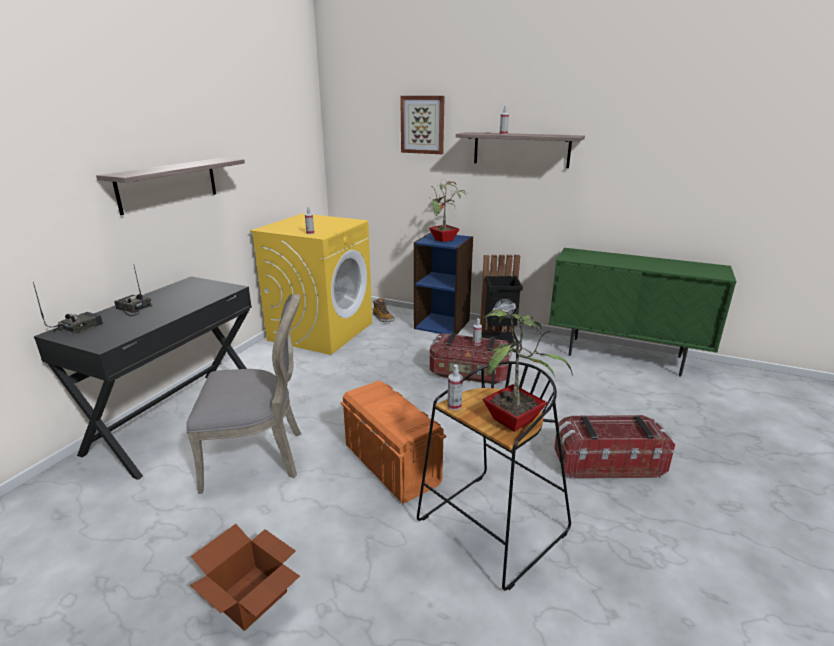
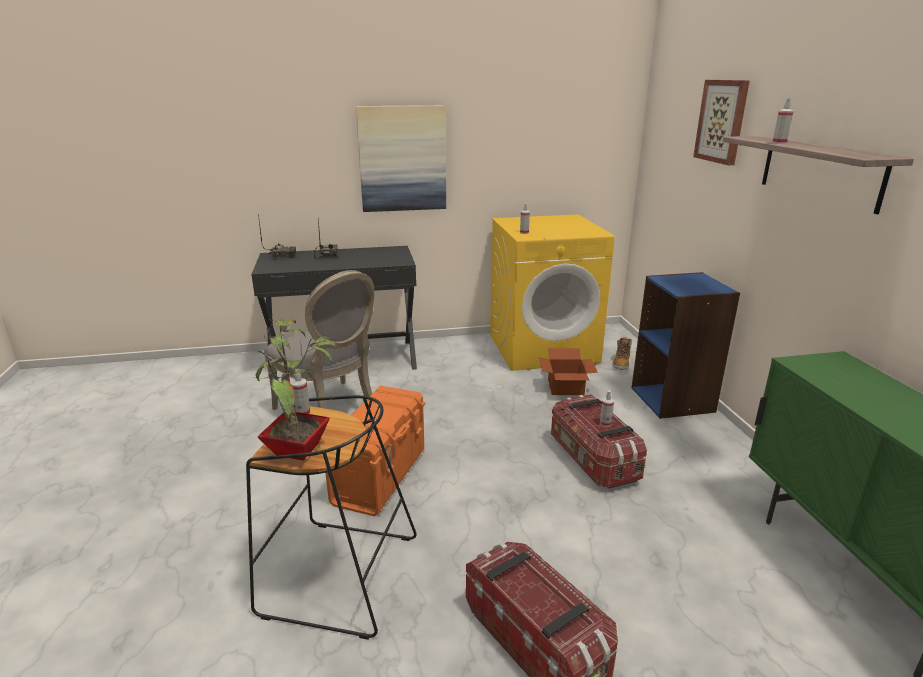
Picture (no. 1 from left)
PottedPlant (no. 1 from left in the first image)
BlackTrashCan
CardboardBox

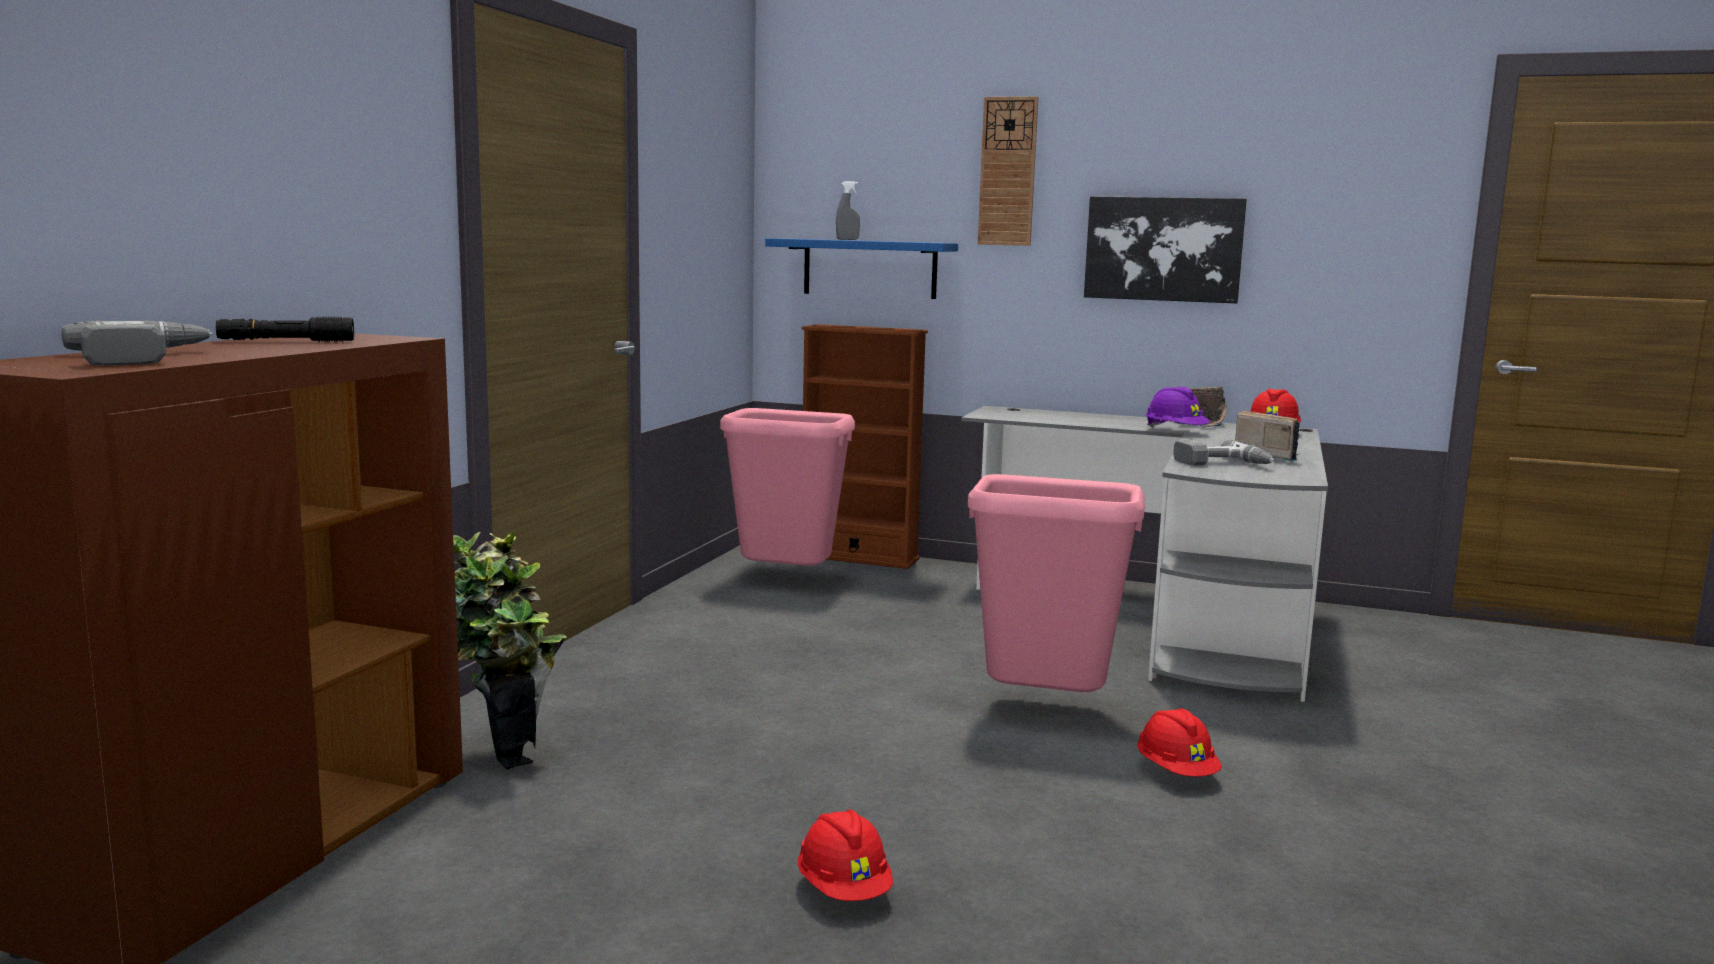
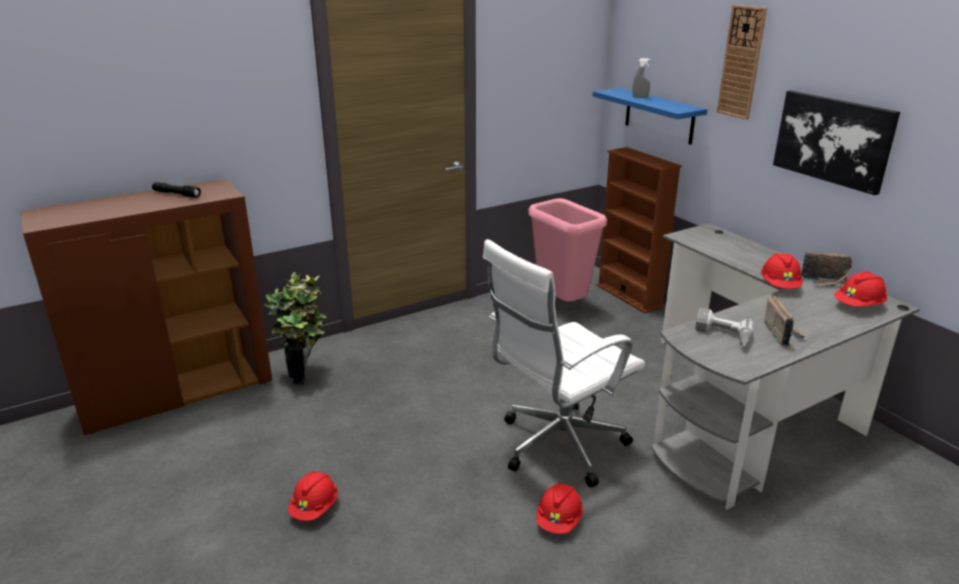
PowerDrill (no. 1 from left in the first image)
RedHardHat (no. 3 from left)
WhiteOfficeChair

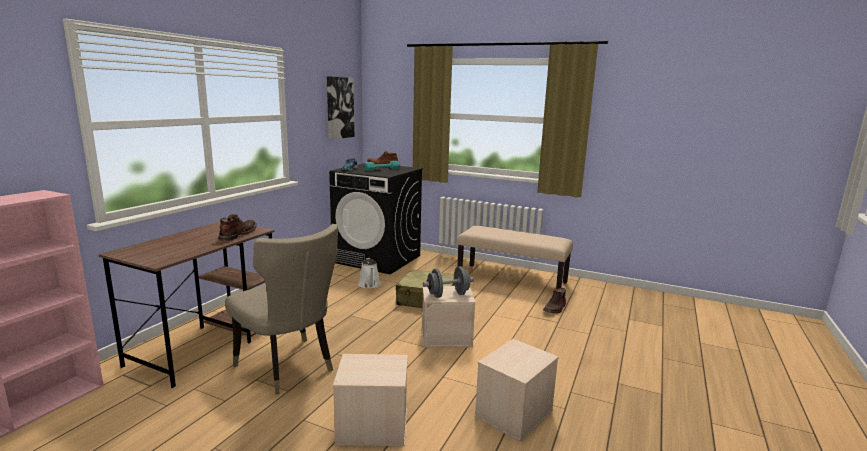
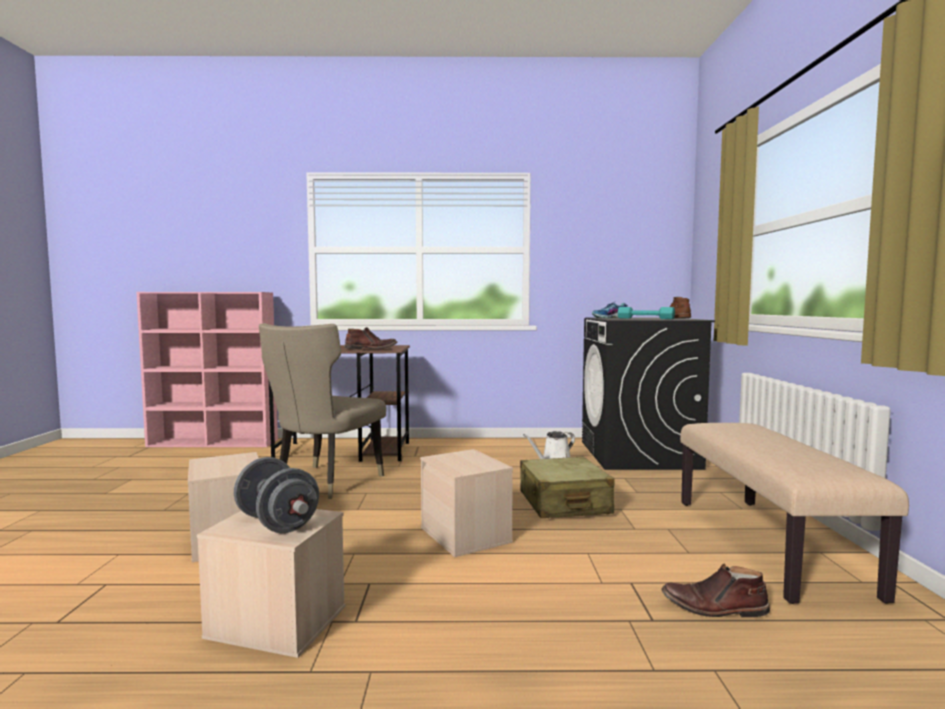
Picture
GreyDumbbell

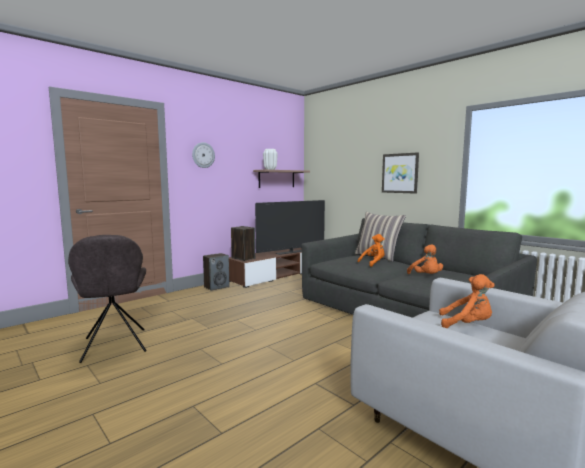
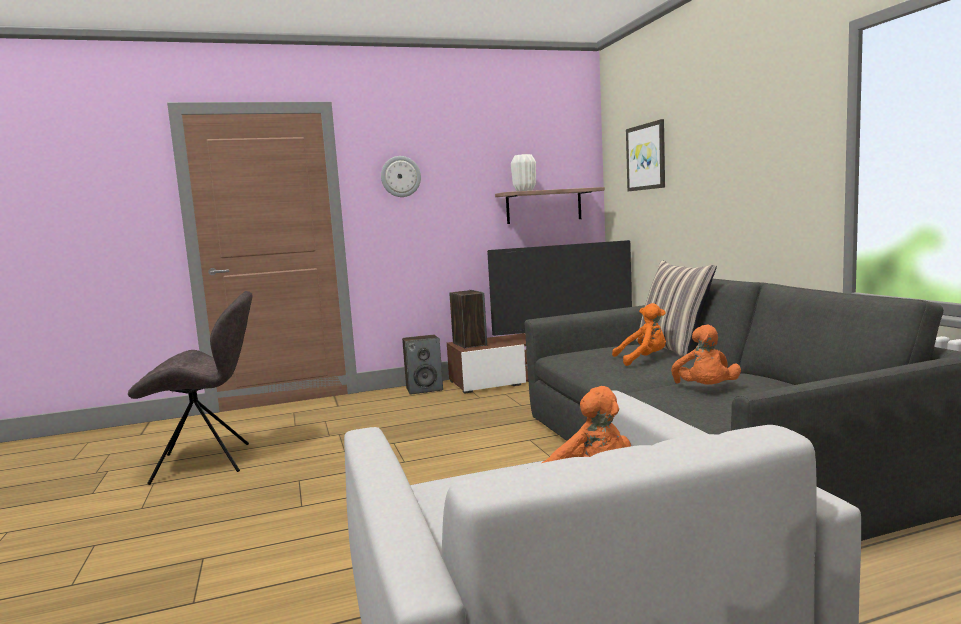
Picture
GreyChair

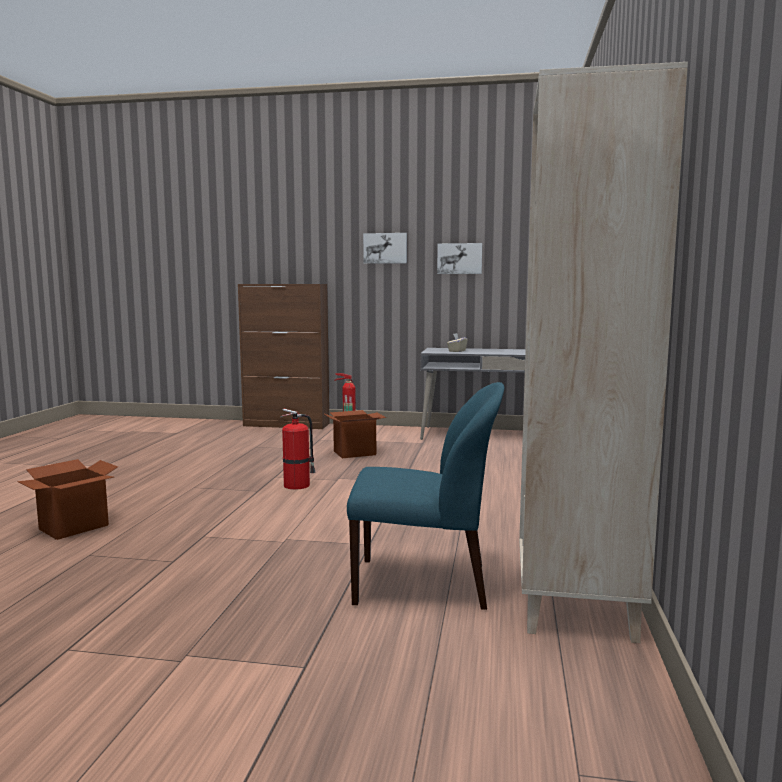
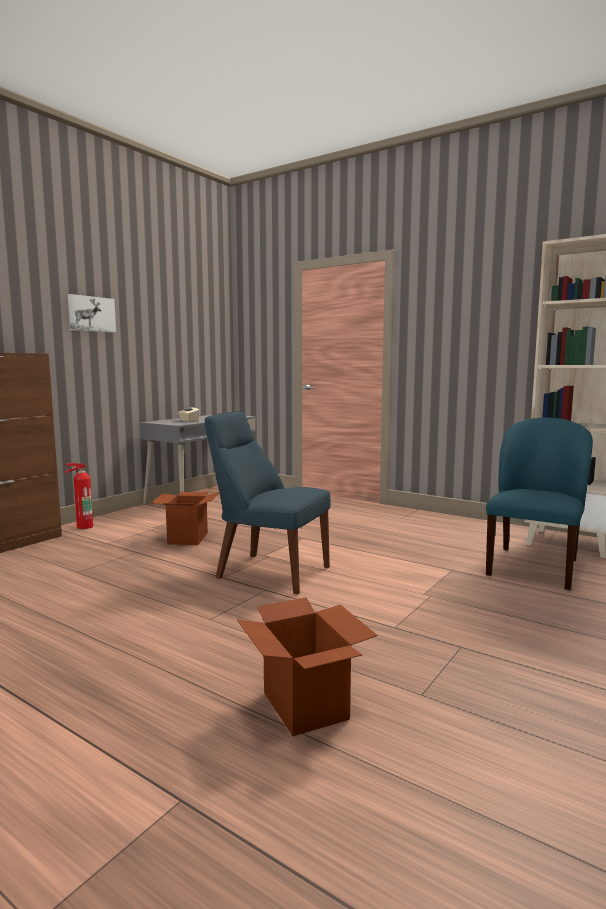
Picture (no. 2 from left in the first image)
BlueChair (no. 1 from left)

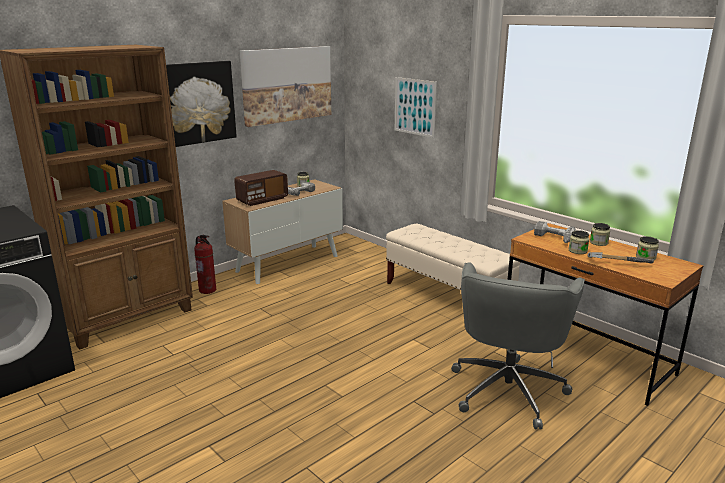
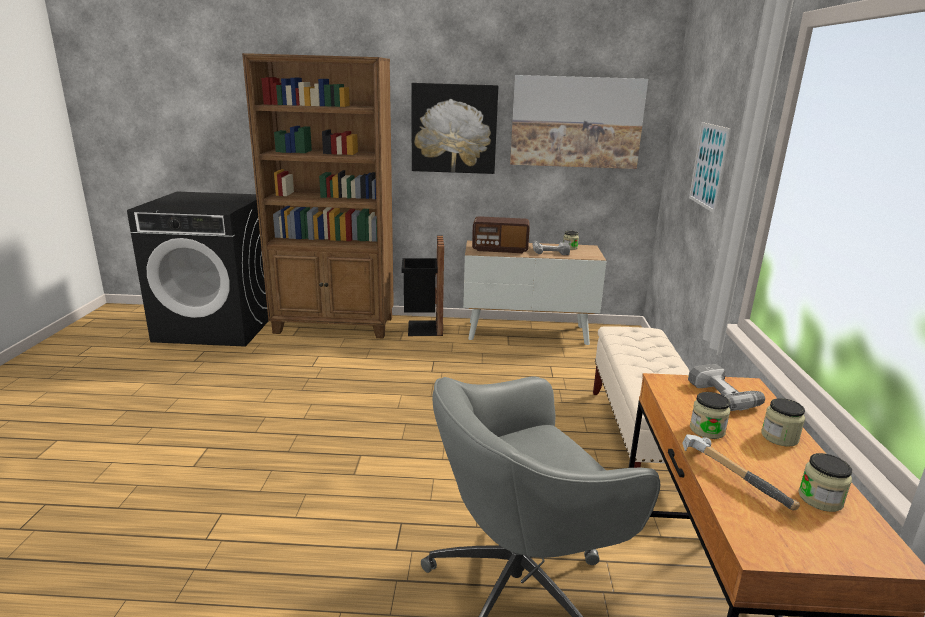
BlackTrashCan

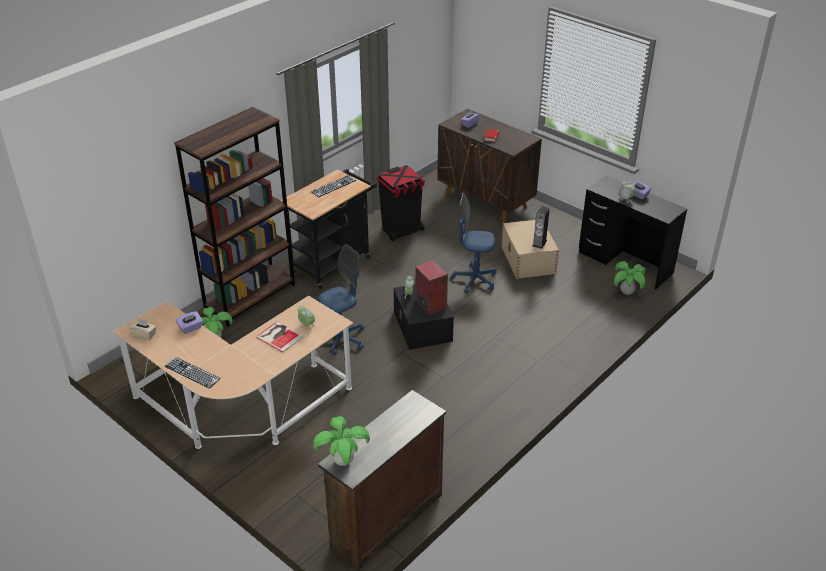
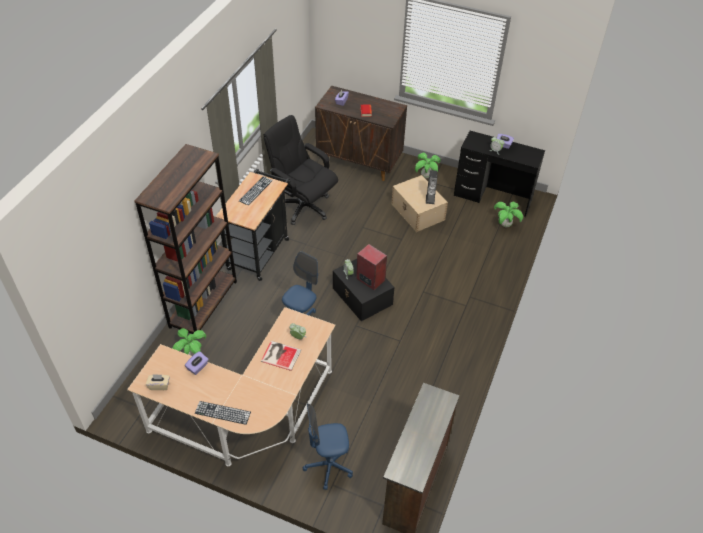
BlackOfficeChair
BlueOfficeChair (no. 2 from left)
PottedPlant (no. 2 from left)

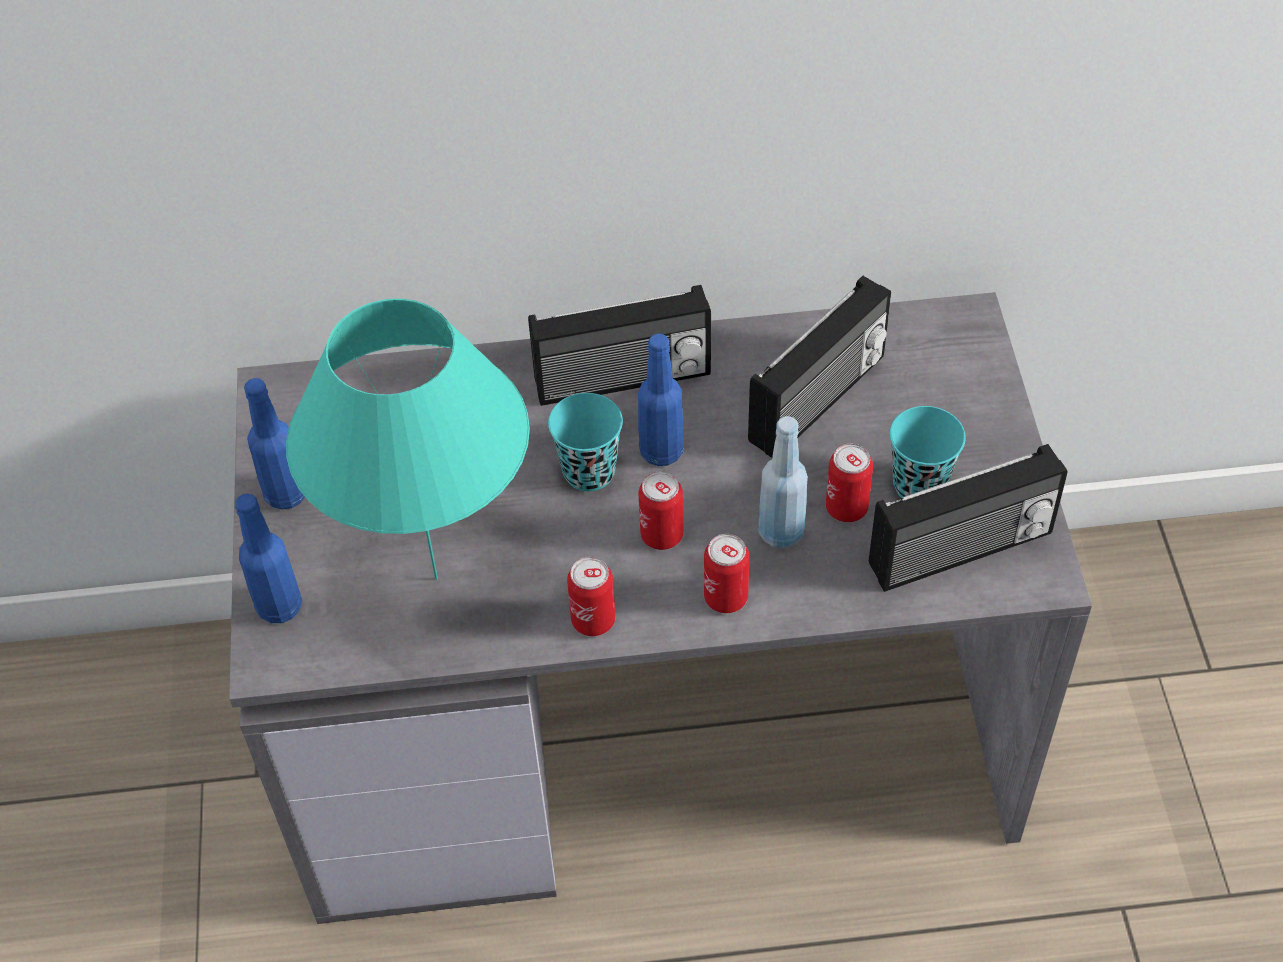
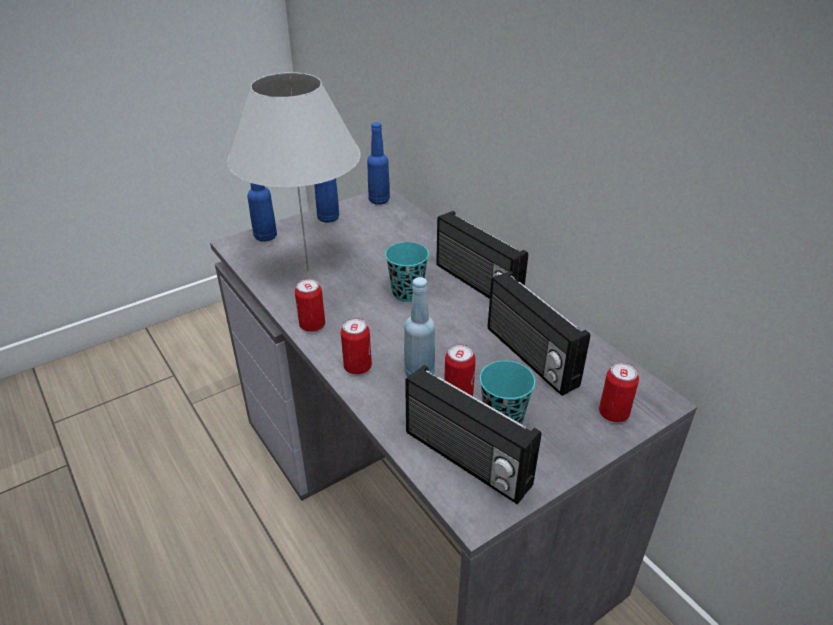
Radio (no. 3 from left)
WhiteTableLamp
BlueBottle (no. 3 from left)
Can (no. 4 from left)

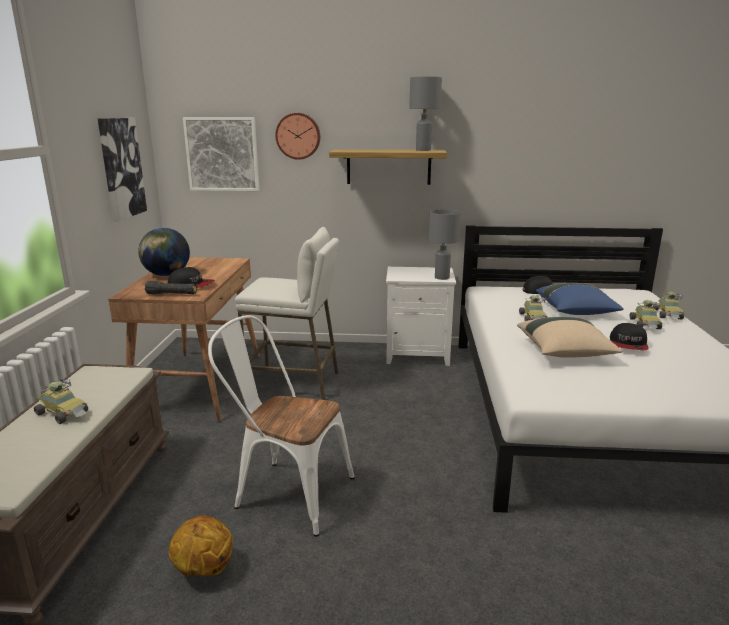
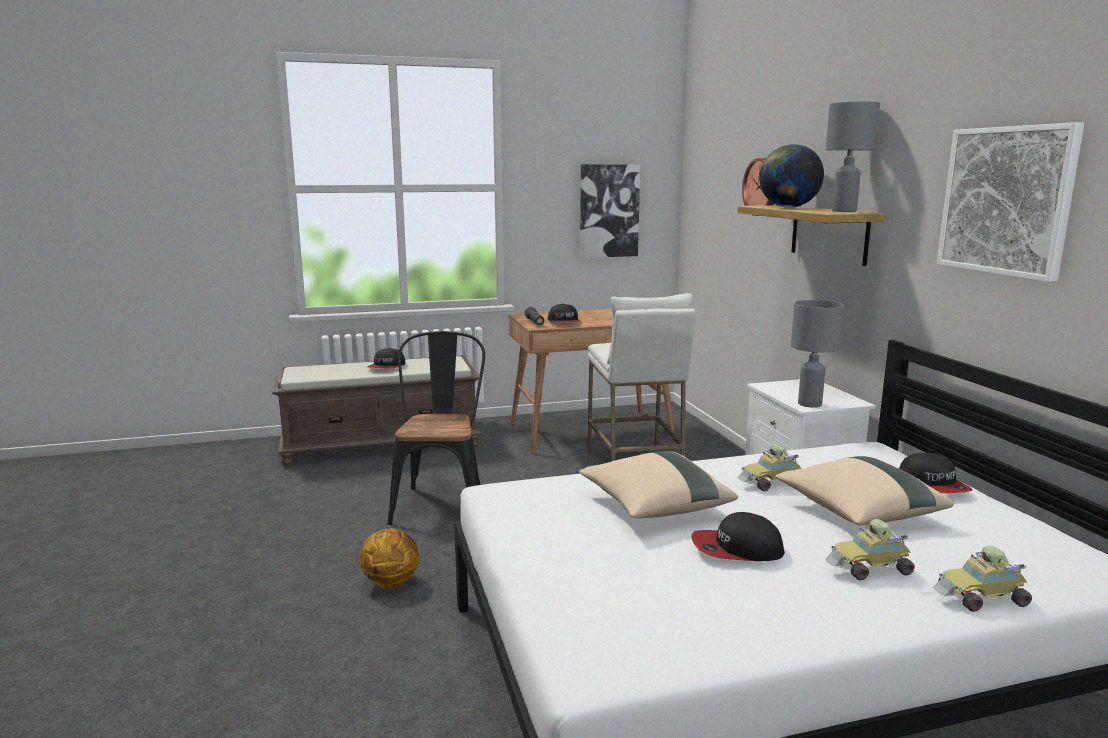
Picture (no. 2 from left)
Globe
BeigePillow (no. 2 from left)
BlackChair
Cap (no. 1 from left)
Basketball

